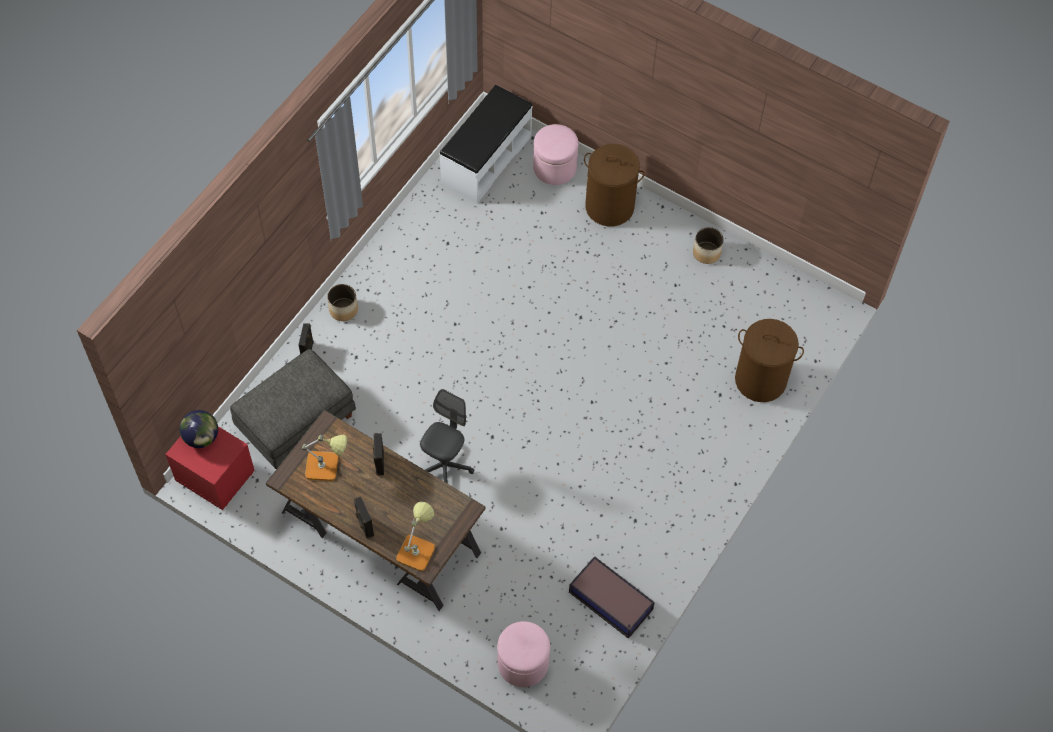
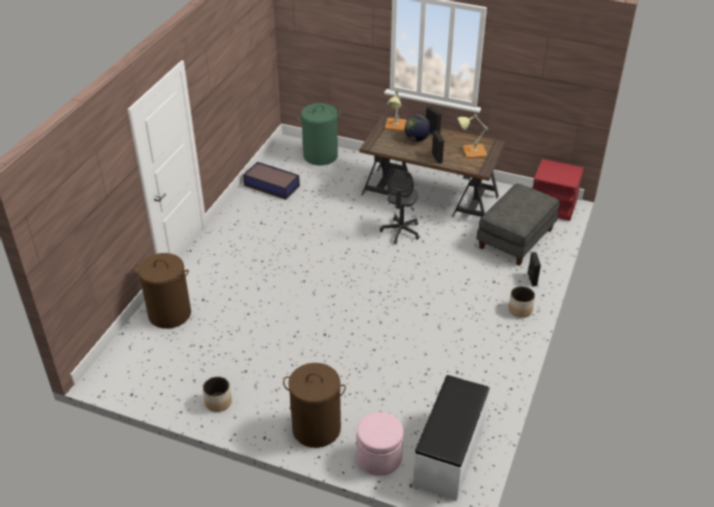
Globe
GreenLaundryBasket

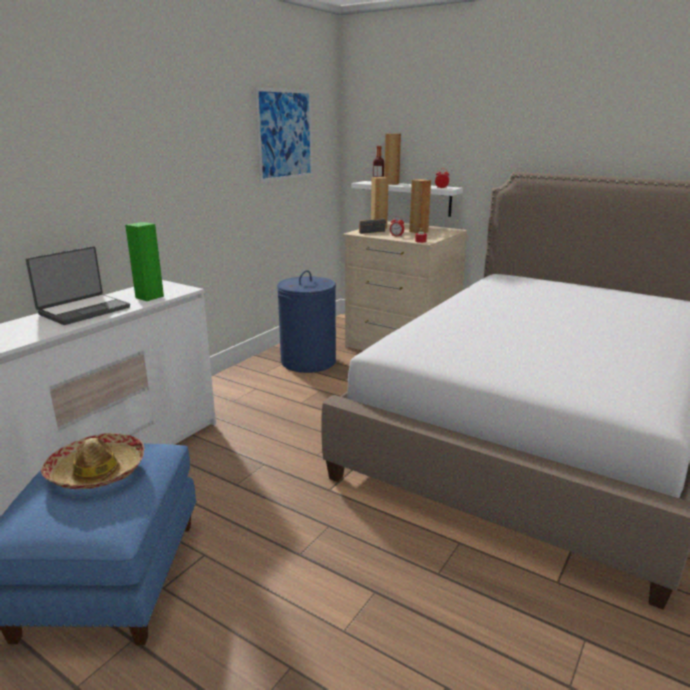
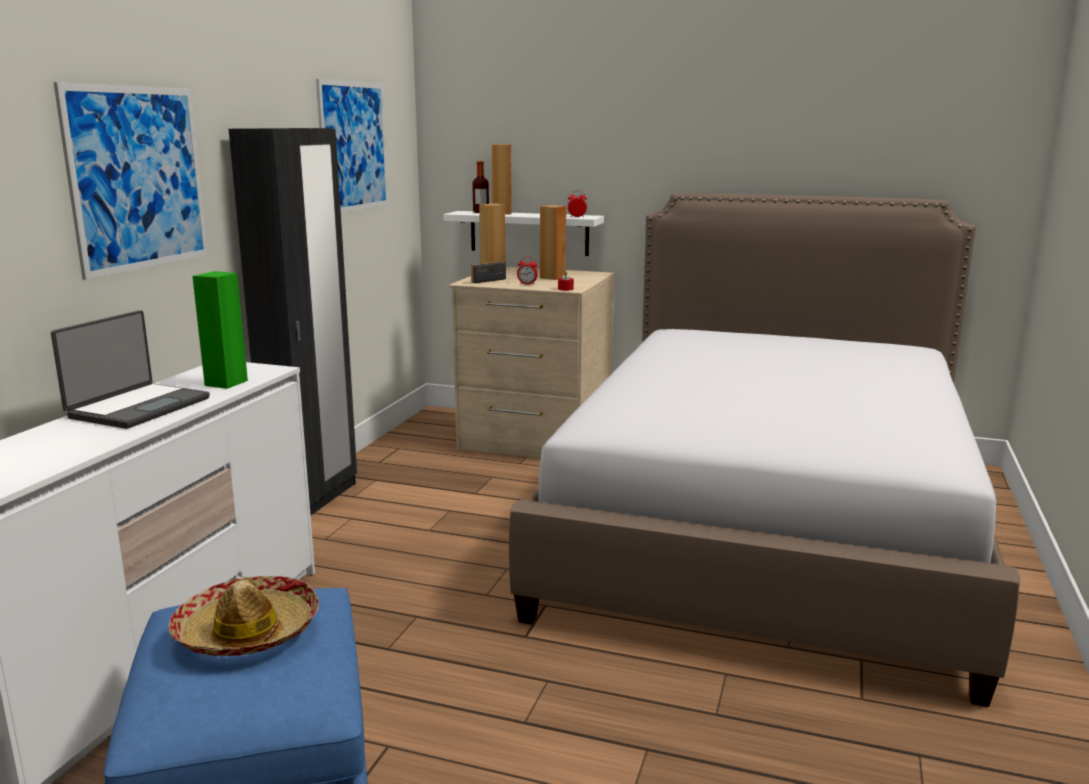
BlueLaundryBasket
Picture (no. 1 from left)
BlackWardrobe

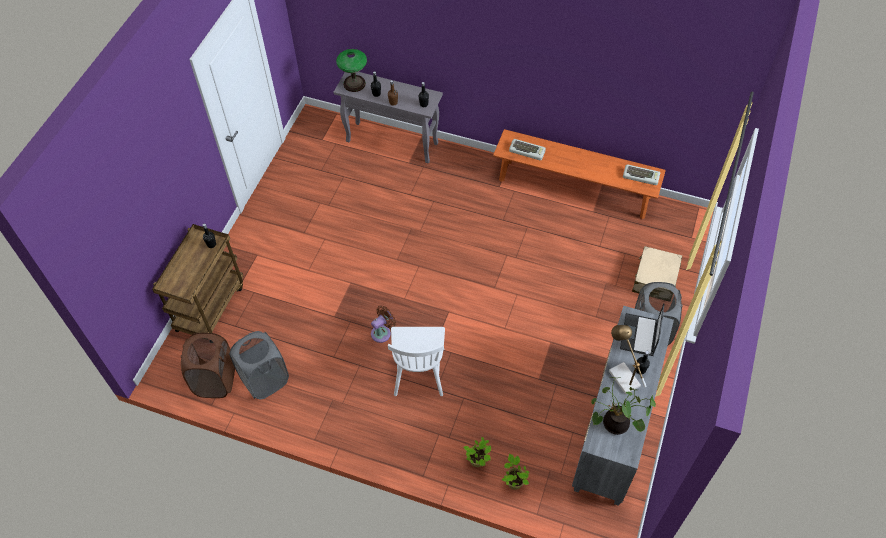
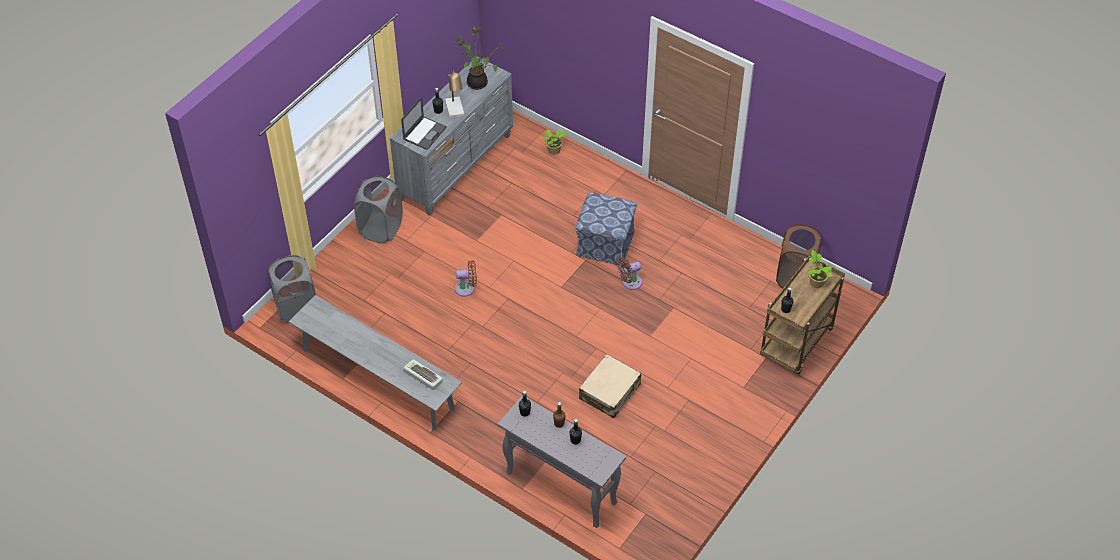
TableLamp (no. 1 from left in the first image)
GreyBench
Keyboard (no. 2 from left in the first image)
BeigeSuitcase
Ottoman
GreyLaundryBasket (no. 1 from left)
PottedPlant (no. 3 from left)
BrownFan (no. 1 from left)

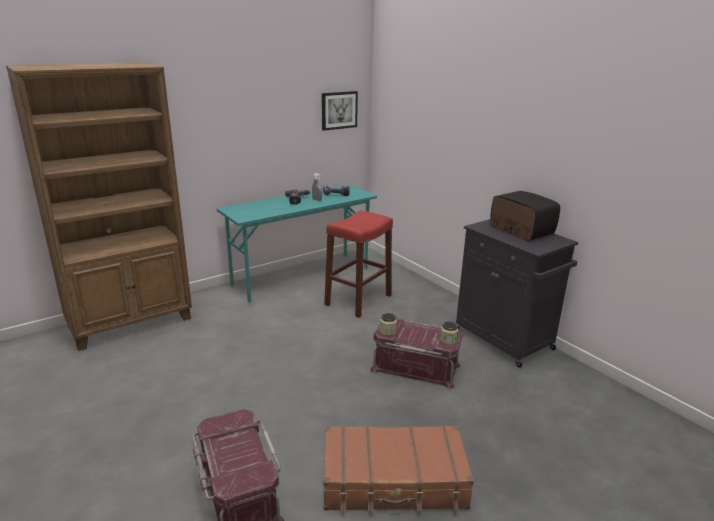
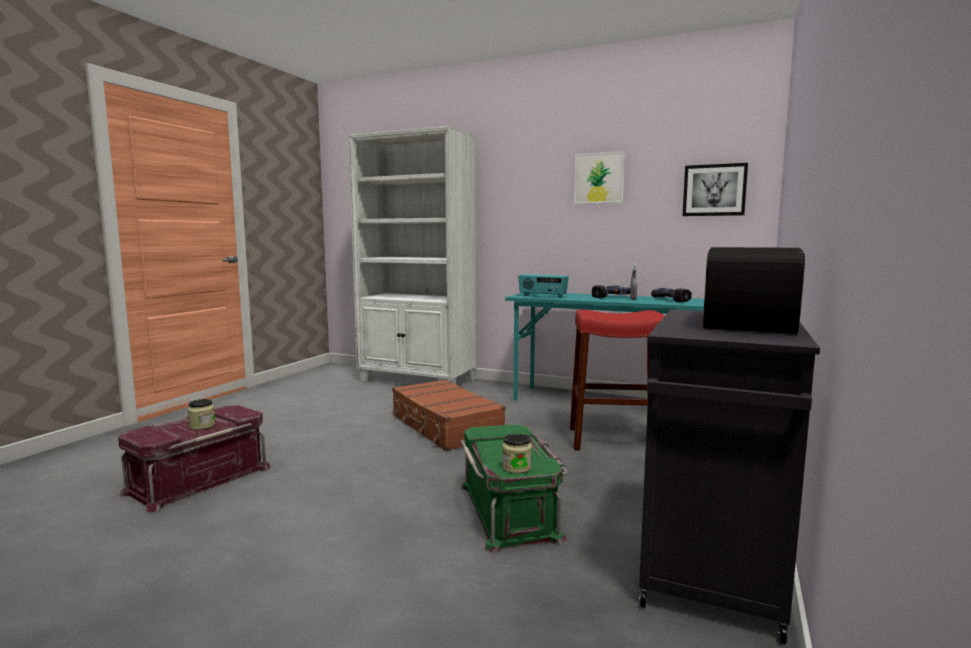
WhiteBookcase
Jar (no. 1 from left)
GreenStorageBox
BrownSuitcase
Picture (no. 1 from left)
Radio (no. 1 from left)

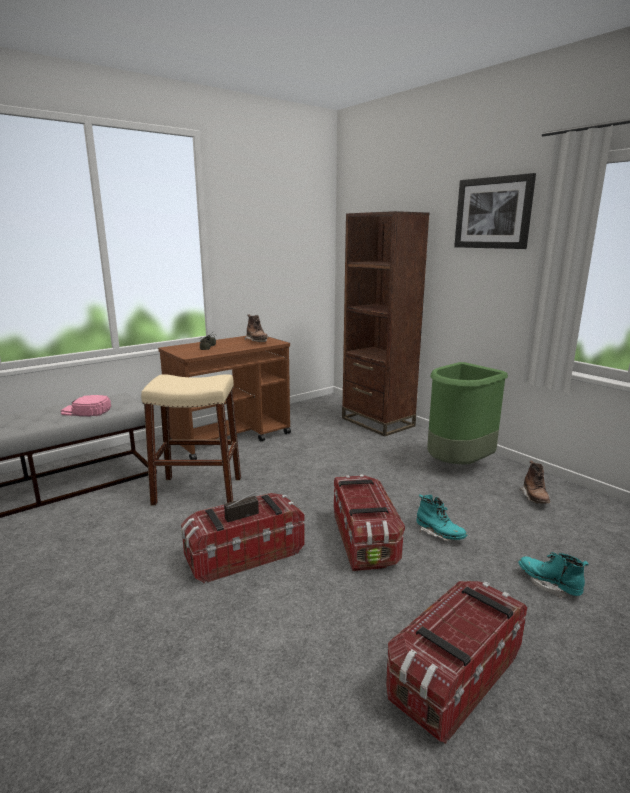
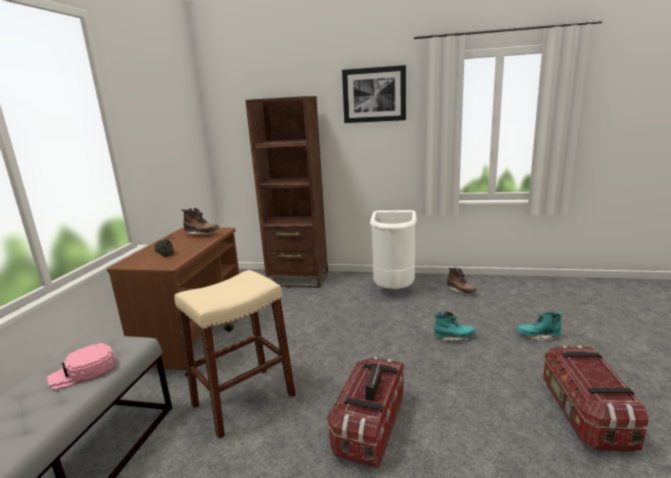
WhiteTrashCan
StorageBox (no. 2 from left in the first image)

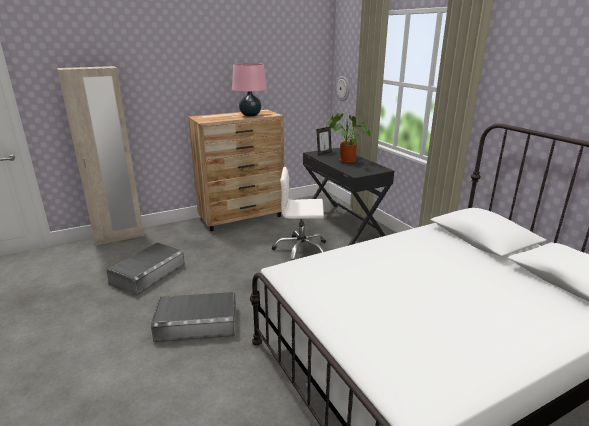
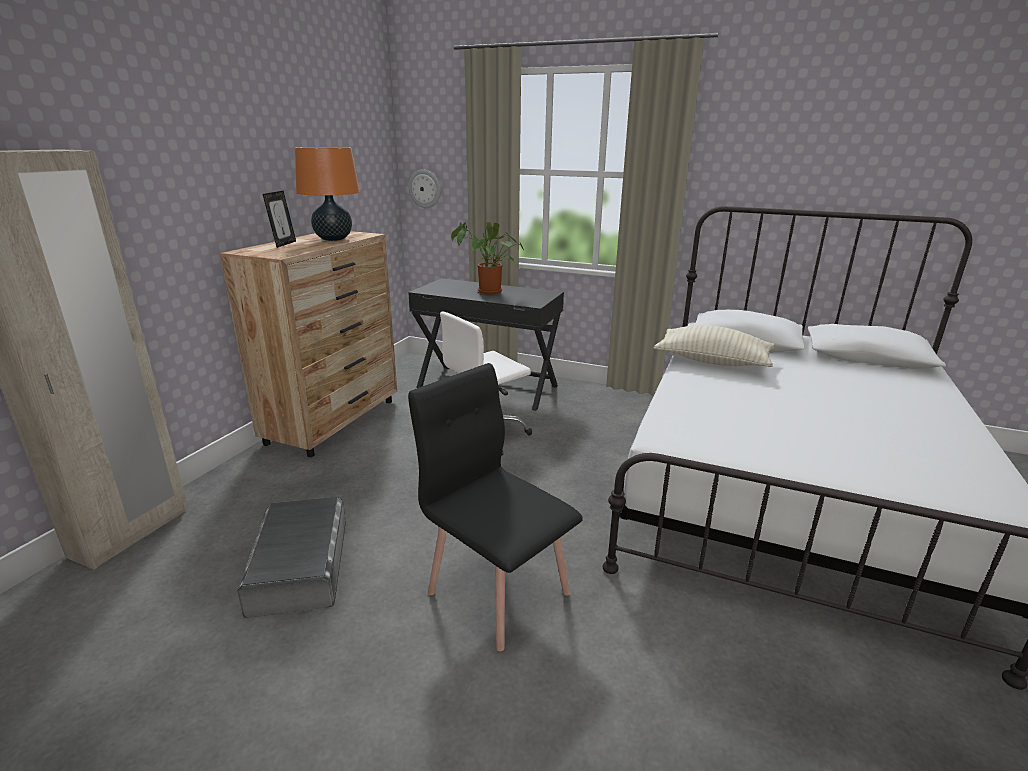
OrangeTableLamp
PictureFrame
BlackChair
BeigePillow

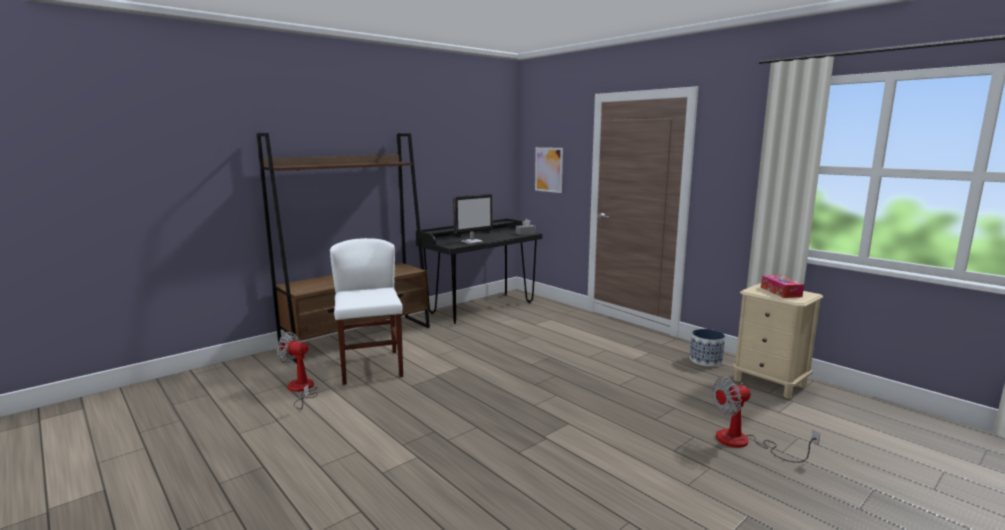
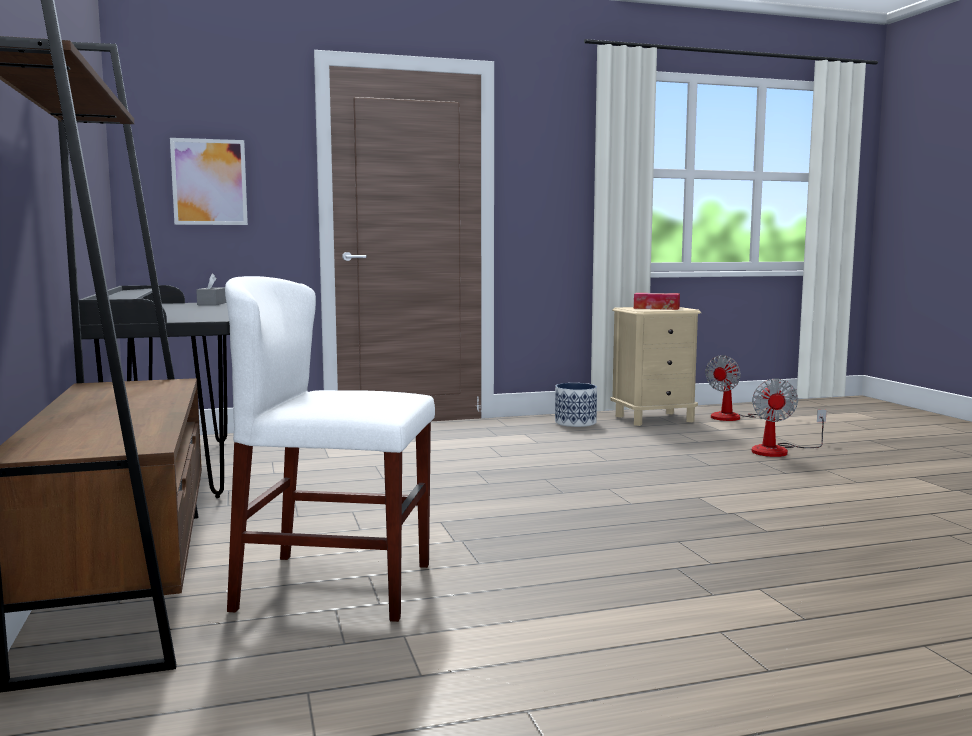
Monitor
Fan (no. 1 from left)

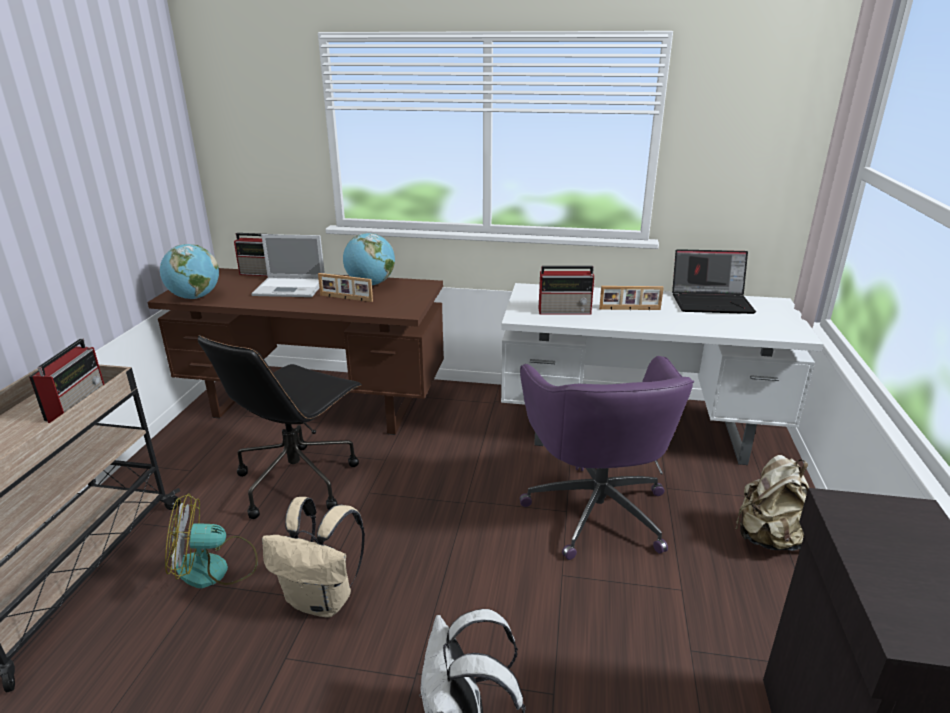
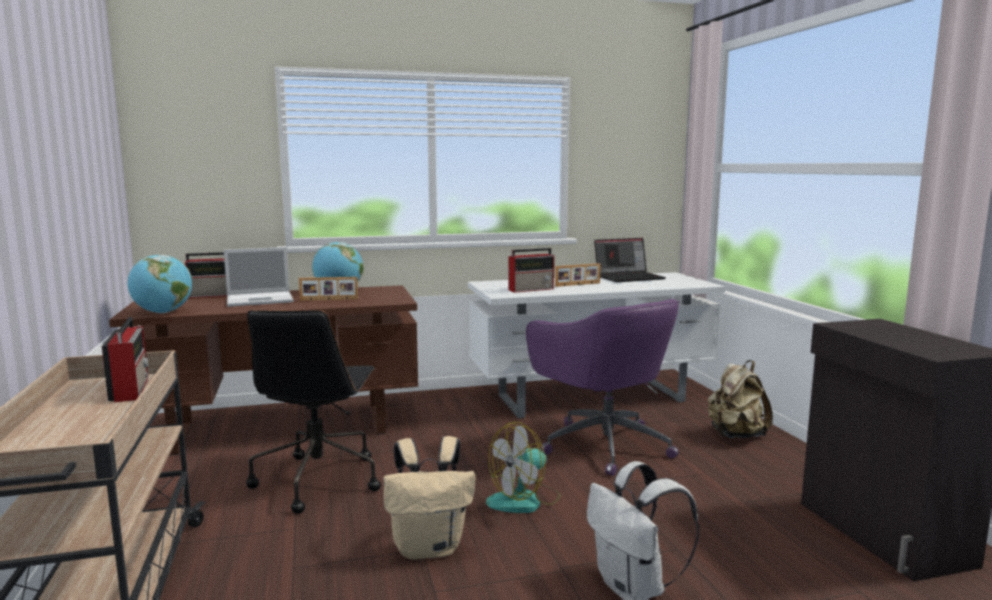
Fan

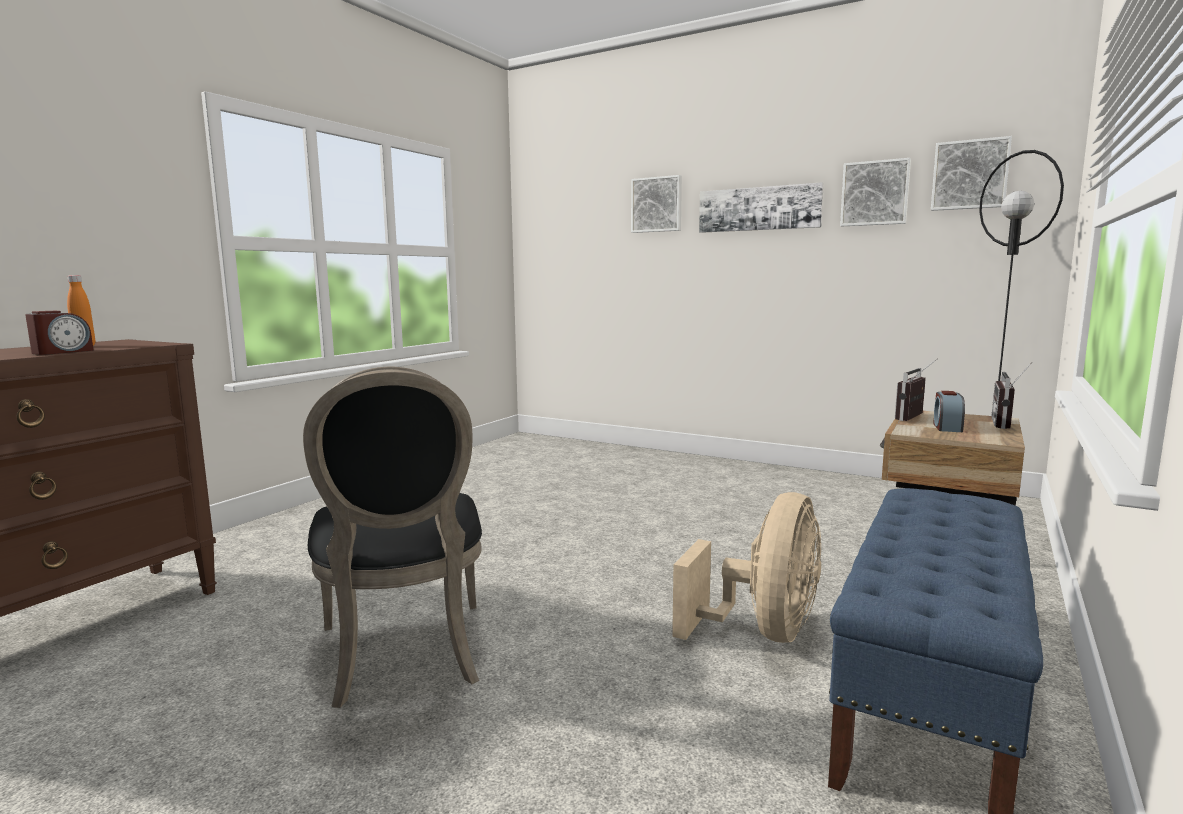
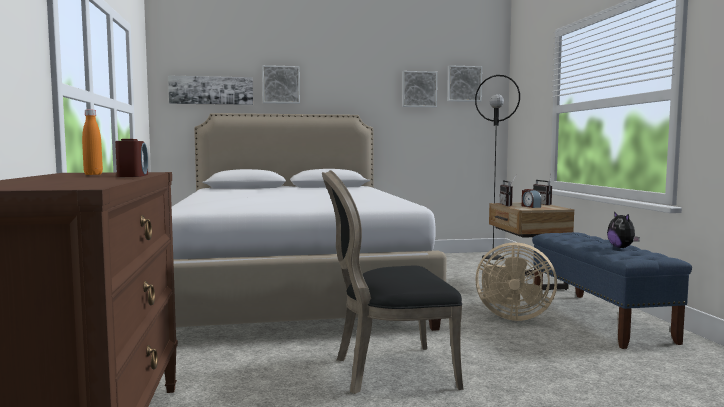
Picture (no. 1 from left)
BlackChair
BeigeFan
WhiteBed
PlushToy

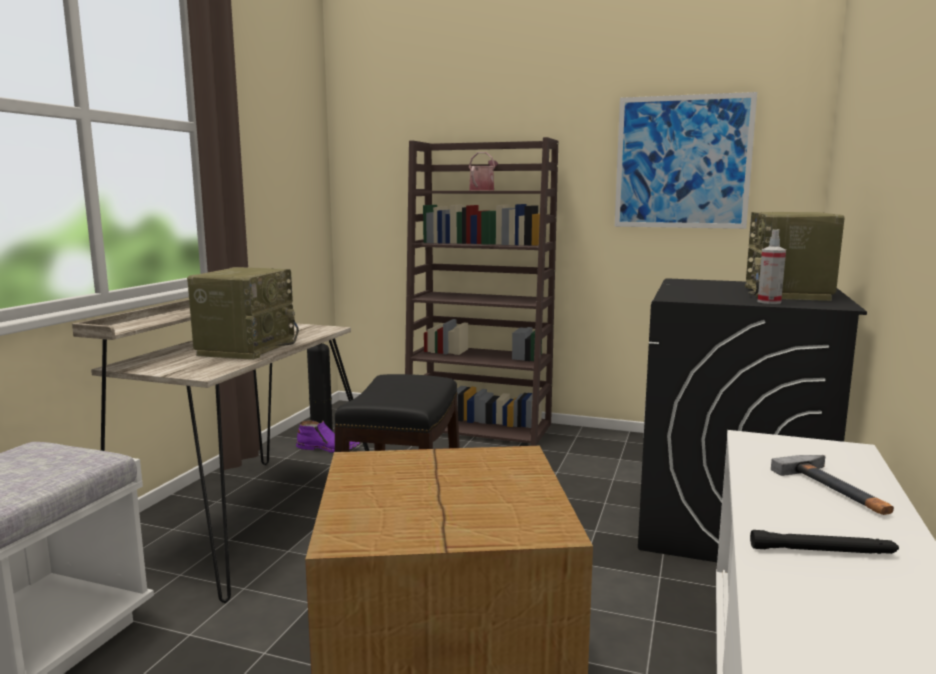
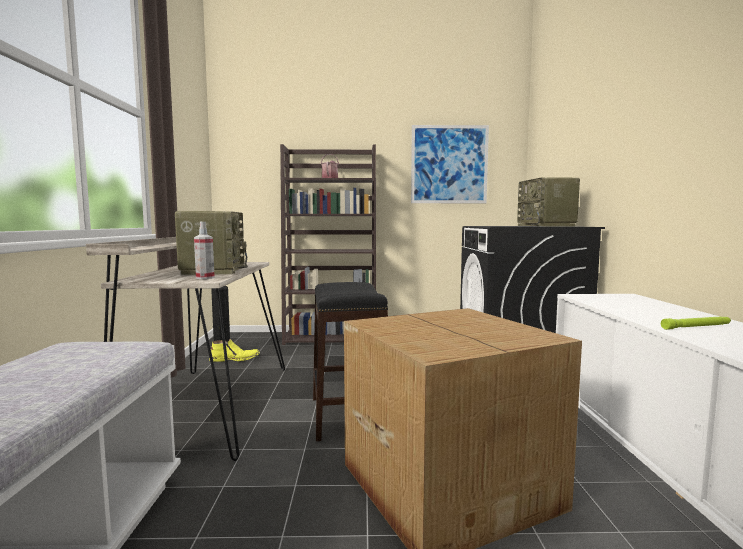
SprayBottle
YellowBoot
Hammer
GreenFlashlight

